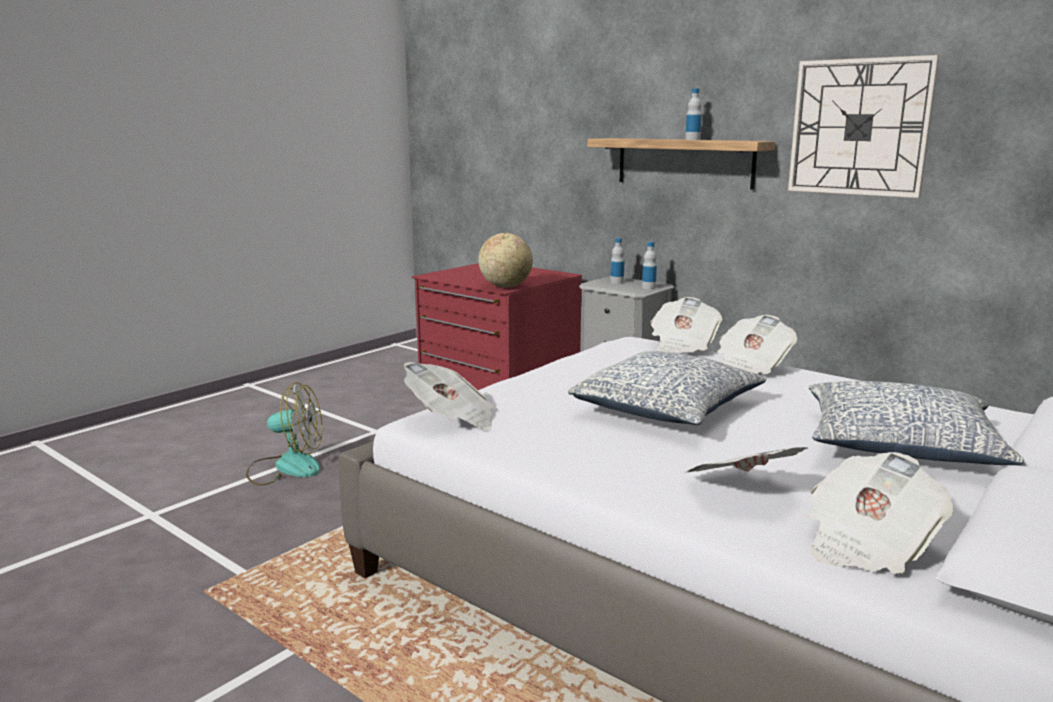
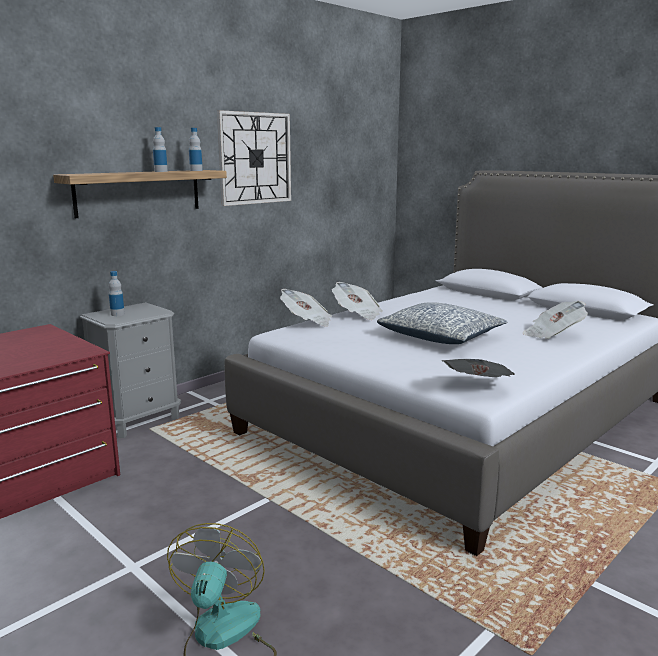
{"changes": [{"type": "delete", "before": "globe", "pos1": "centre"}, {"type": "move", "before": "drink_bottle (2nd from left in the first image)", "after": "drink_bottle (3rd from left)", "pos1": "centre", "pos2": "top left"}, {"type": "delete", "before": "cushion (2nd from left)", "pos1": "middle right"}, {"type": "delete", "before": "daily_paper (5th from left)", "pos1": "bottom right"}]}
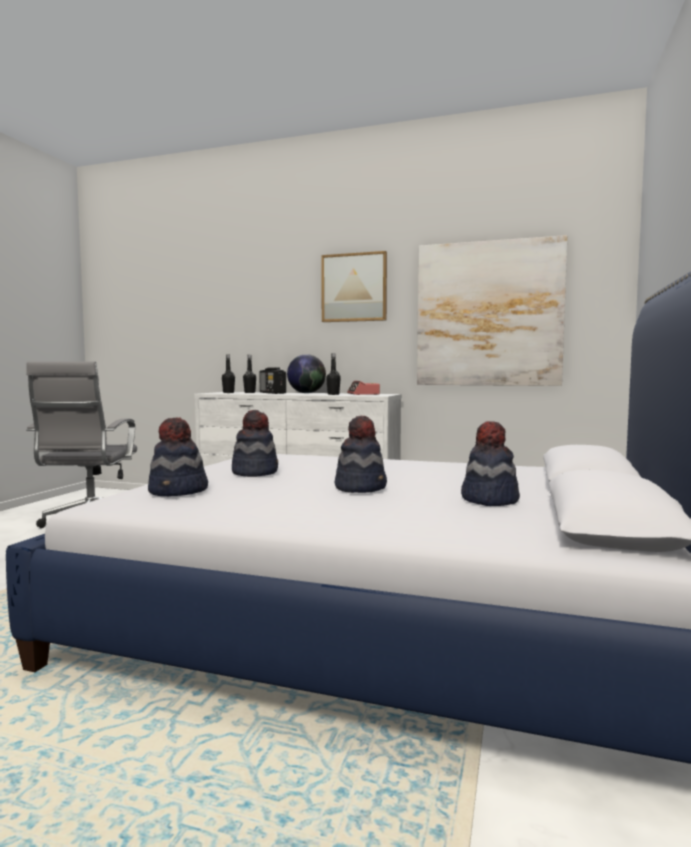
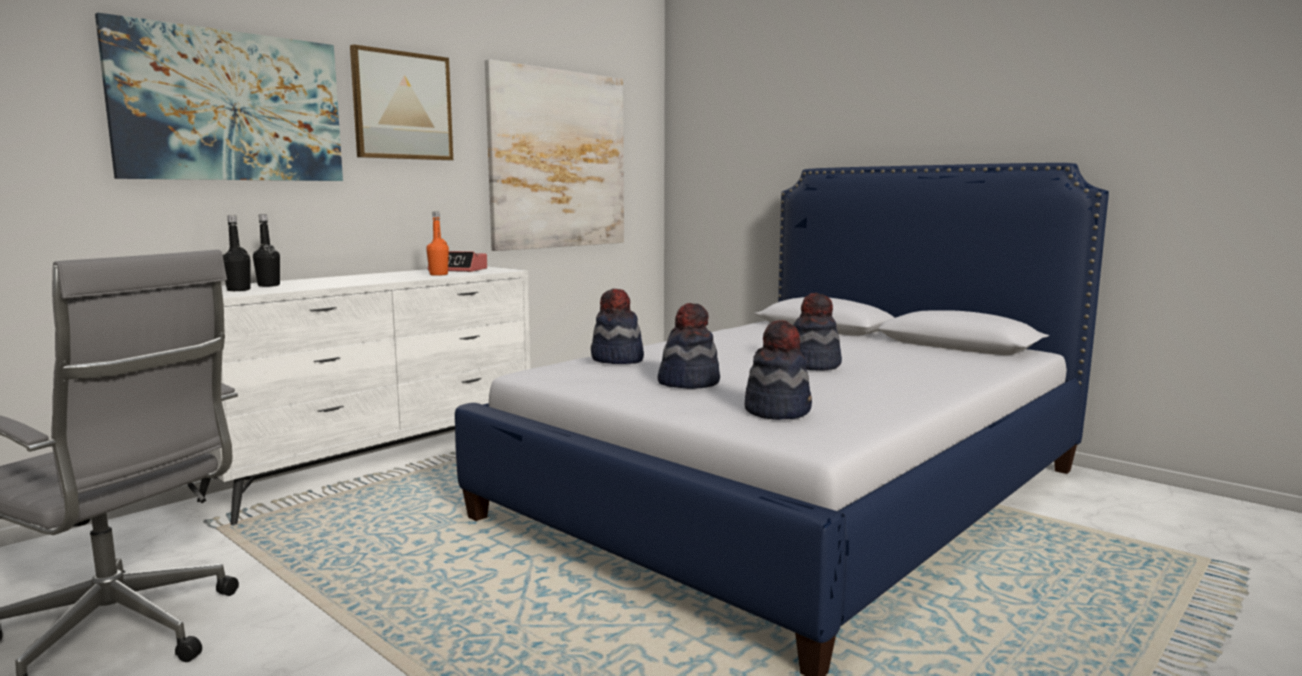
{"changes": [{"type": "recolor", "before": "black-coloured_drink_bottle (3rd from left)", "after": "orange_drink_bottle", "pos1": "centre", "pos2": "centre"}, {"type": "delete", "before": "globe", "pos1": "centre"}, {"type": "delete", "before": "radio_set", "pos1": "centre"}, {"type": "move", "before": "clothing_hat (4th from left in the first image)", "after": "clothing_hat (1st from left)", "pos1": "middle right", "pos2": "centre"}, {"type": "insert", "after": "picture (1st from left)", "pos2": "top left"}]}
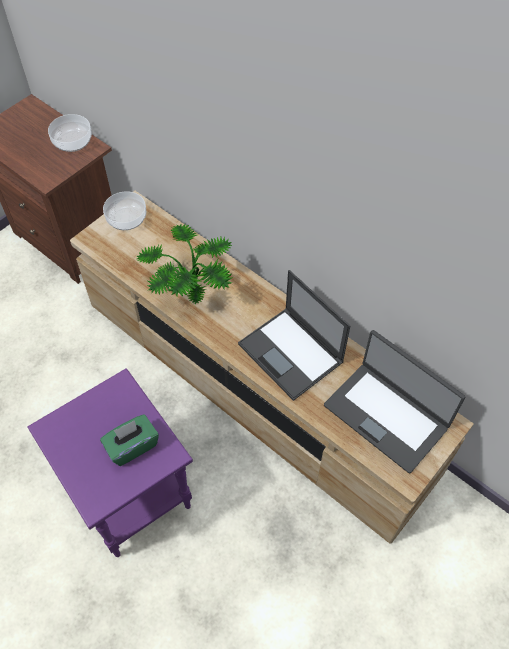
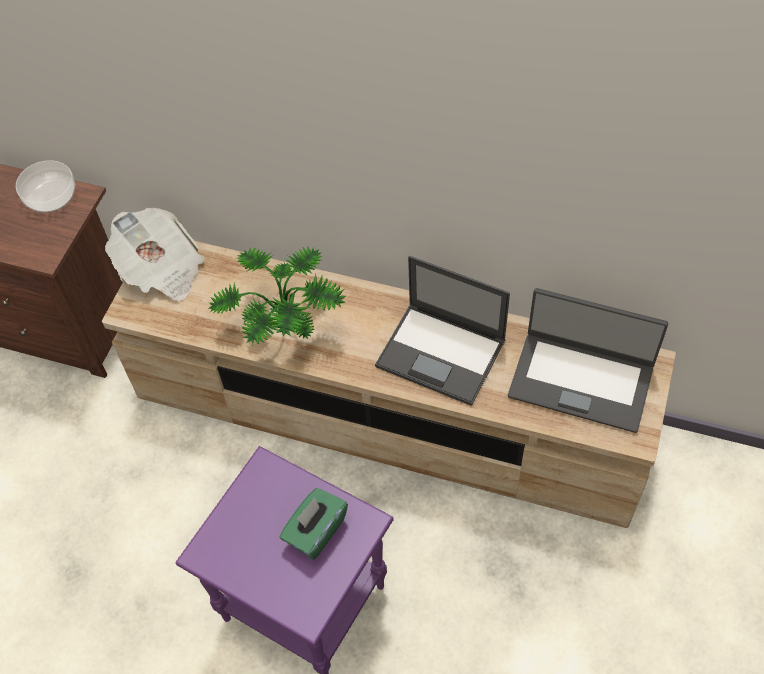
{"changes": [{"type": "replace", "before": "serving_bowl (2nd from left)", "after": "daily_paper", "pos1": "top left", "pos2": "middle left"}]}
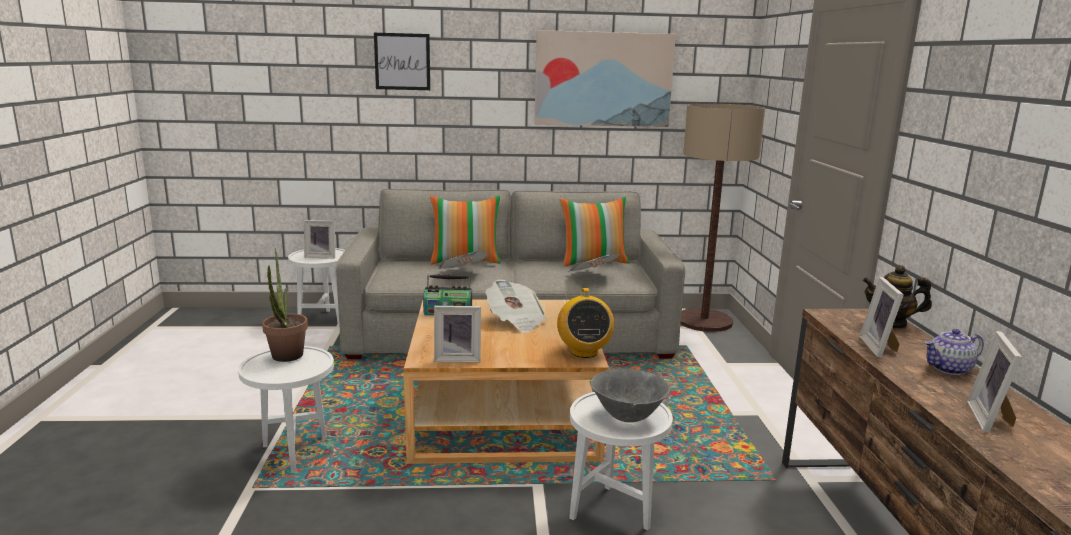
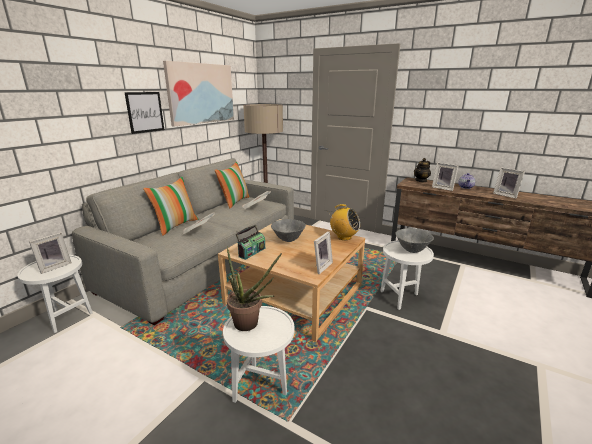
{"changes": [{"type": "move", "before": "picture (1st from left)", "pos1": "top centre", "pos2": "top left"}, {"type": "replace", "before": "daily_paper (2nd from left)", "after": "grey_serving_bowl (1st from left)", "pos1": "centre", "pos2": "centre"}]}
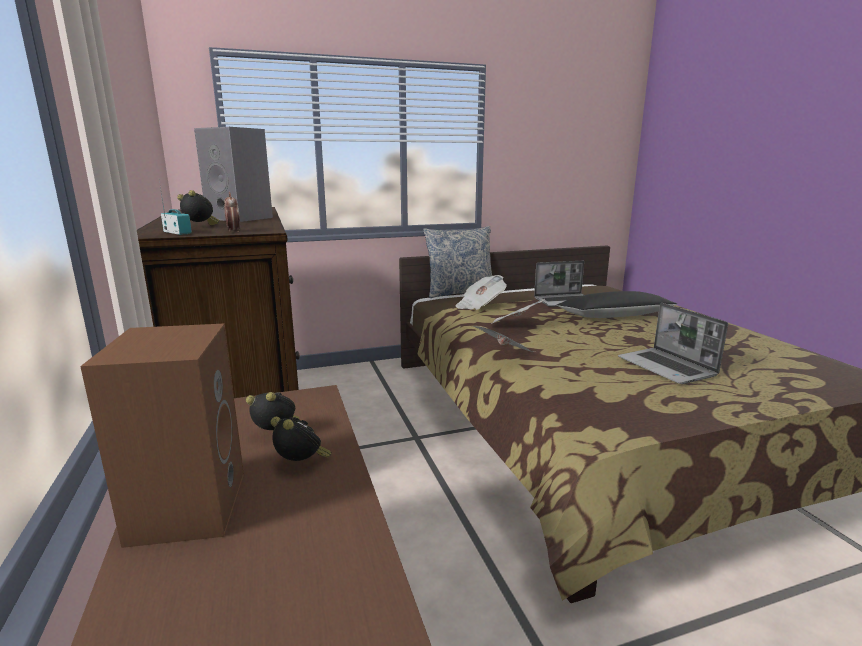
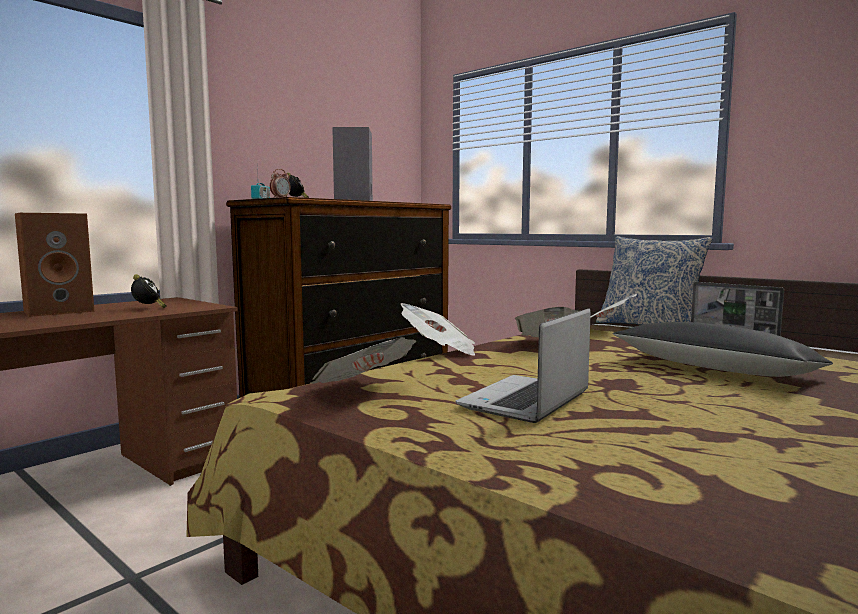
{"changes": [{"type": "delete", "before": "table_clock (4th from left)", "pos1": "bottom centre"}, {"type": "insert", "after": "daily_paper (1st from left)", "pos2": "centre"}]}
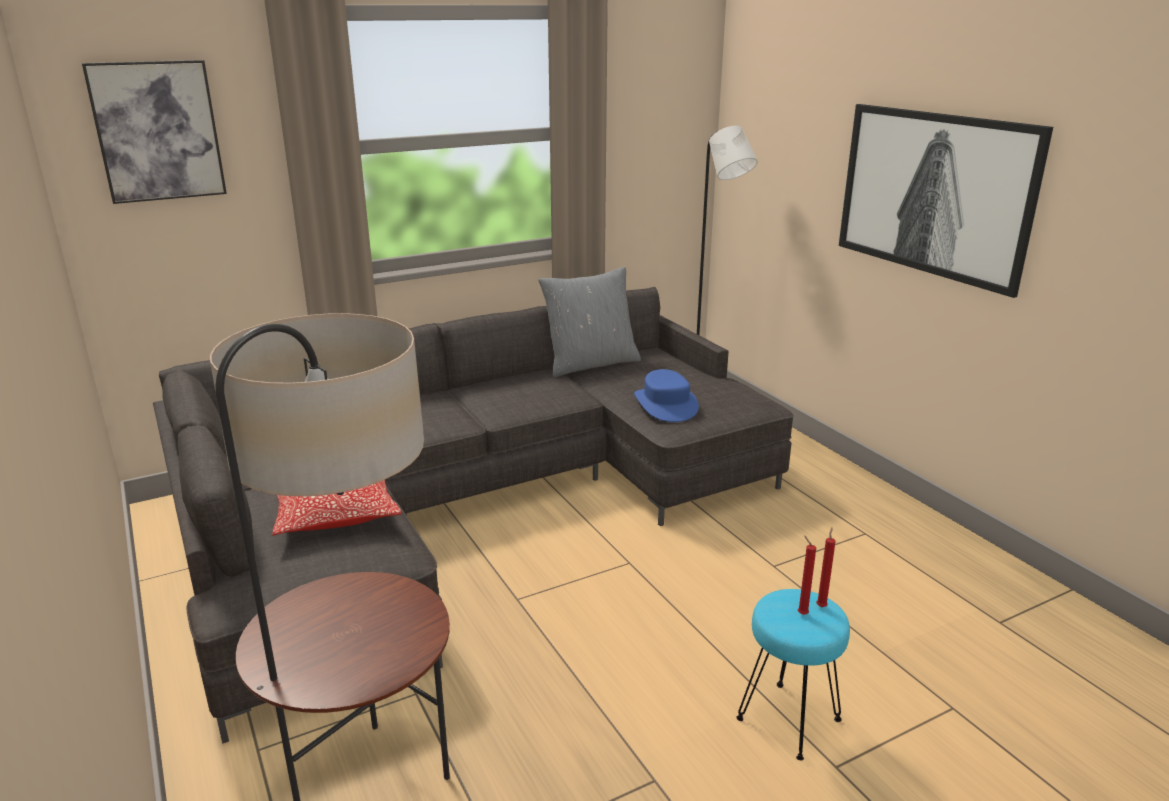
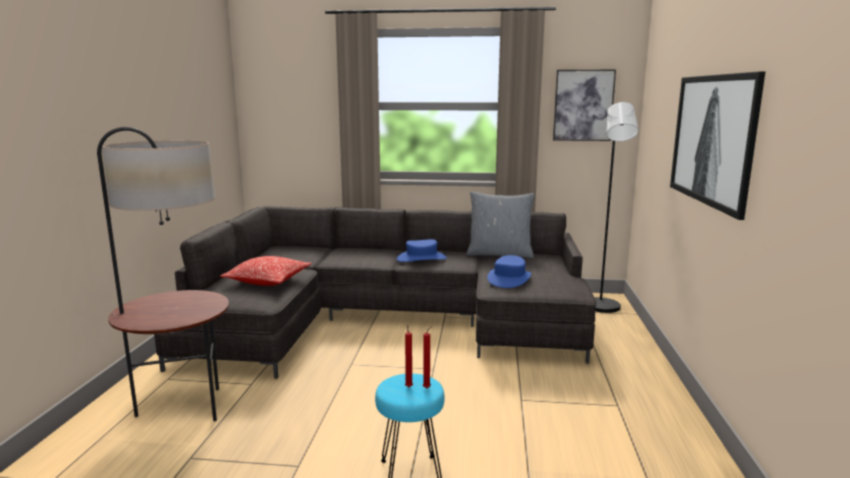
{"changes": [{"type": "move", "before": "picture (1st from left)", "pos1": "top left", "pos2": "top right"}, {"type": "insert", "after": "bluish_clothing_hat (1st from left)", "pos2": "centre"}]}
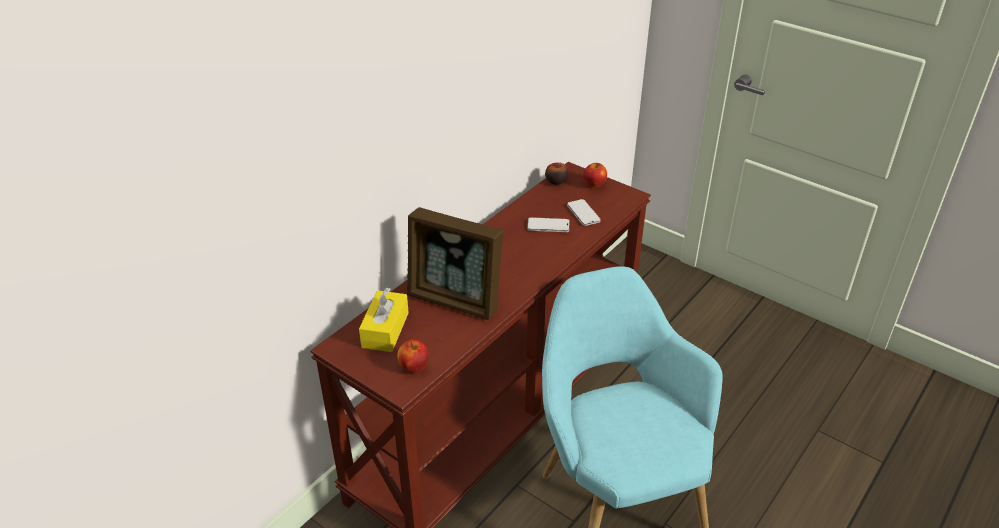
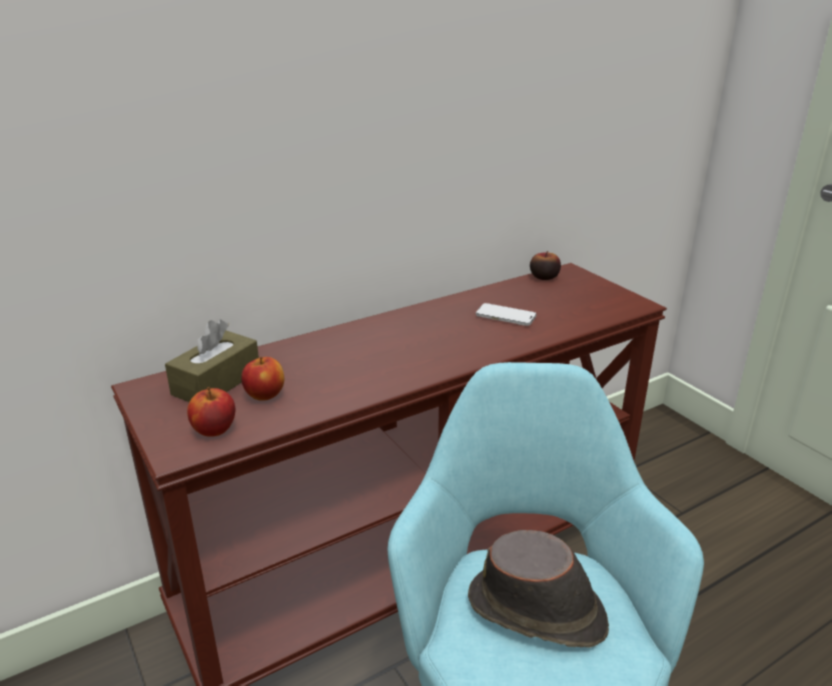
{"changes": [{"type": "move", "before": "apple (3rd from left in the first image)", "after": "apple (2nd from left)", "pos1": "top centre", "pos2": "middle left"}, {"type": "delete", "before": "telephone (2nd from left)", "pos1": "centre"}, {"type": "delete", "before": "photo_frame", "pos1": "centre"}, {"type": "recolor", "before": "yellowish_tissue_holder", "after": "brownish_tissue_holder", "pos1": "centre", "pos2": "middle left"}, {"type": "insert", "after": "brownish_clothing_hat", "pos2": "bottom centre"}]}
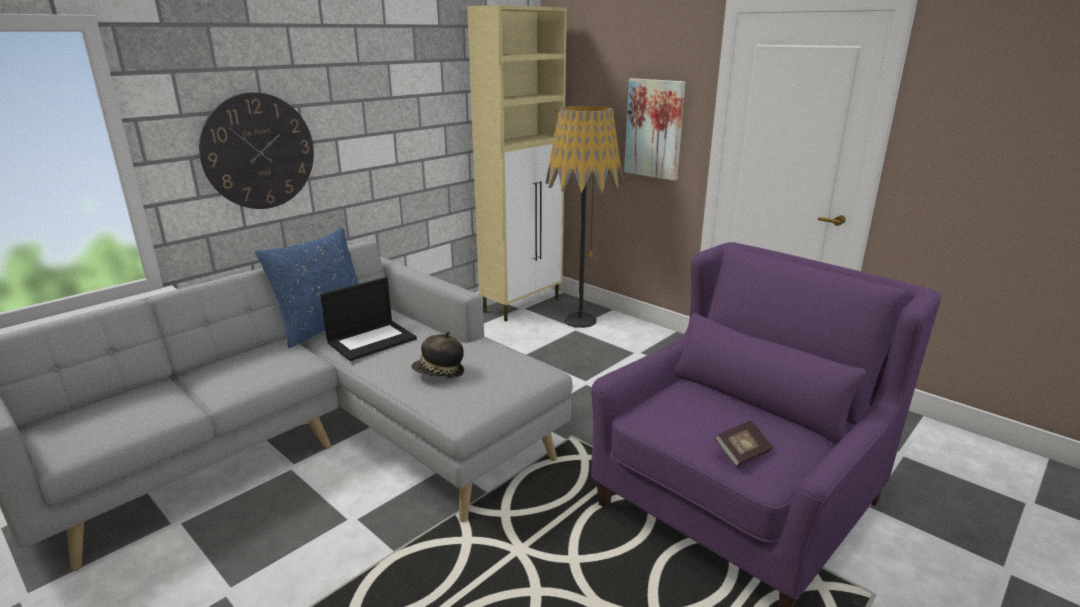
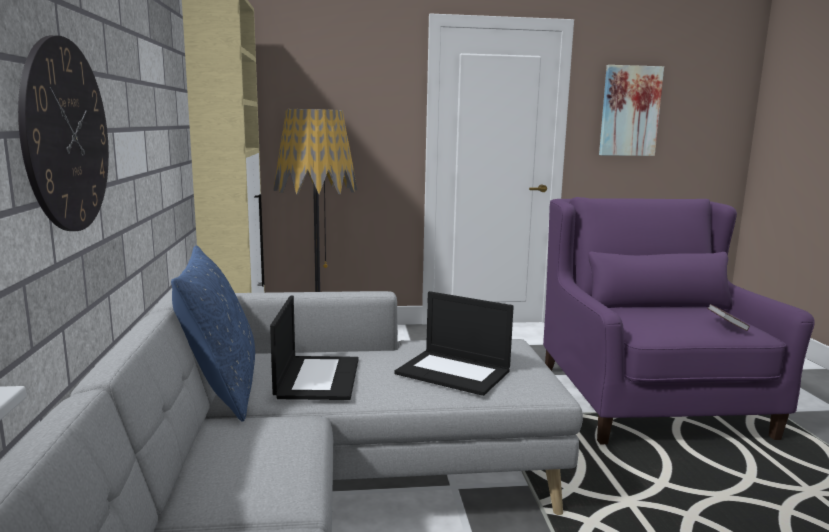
{"changes": [{"type": "move", "before": "picture", "pos1": "top centre", "pos2": "top right"}, {"type": "replace", "before": "clothing_hat", "after": "notebook_computer (2nd from left)", "pos1": "centre", "pos2": "centre"}]}
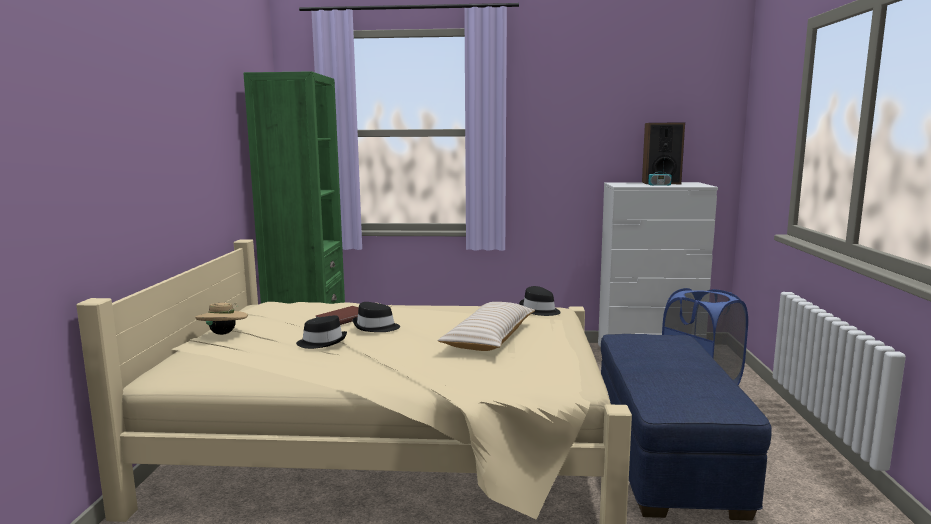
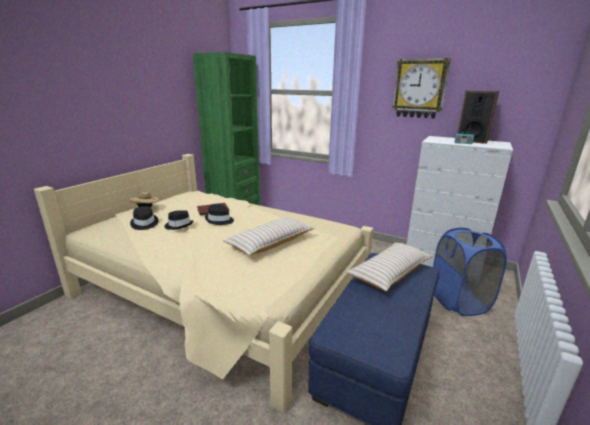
{"changes": [{"type": "move", "before": "black-coloured_clothing_hat (3rd from left in the first image)", "after": "black-coloured_clothing_hat (1st from left)", "pos1": "centre", "pos2": "middle left"}, {"type": "insert", "after": "wall_clock", "pos2": "top right"}, {"type": "insert", "after": "sand-coloured_cushion (2nd from left)", "pos2": "centre"}]}
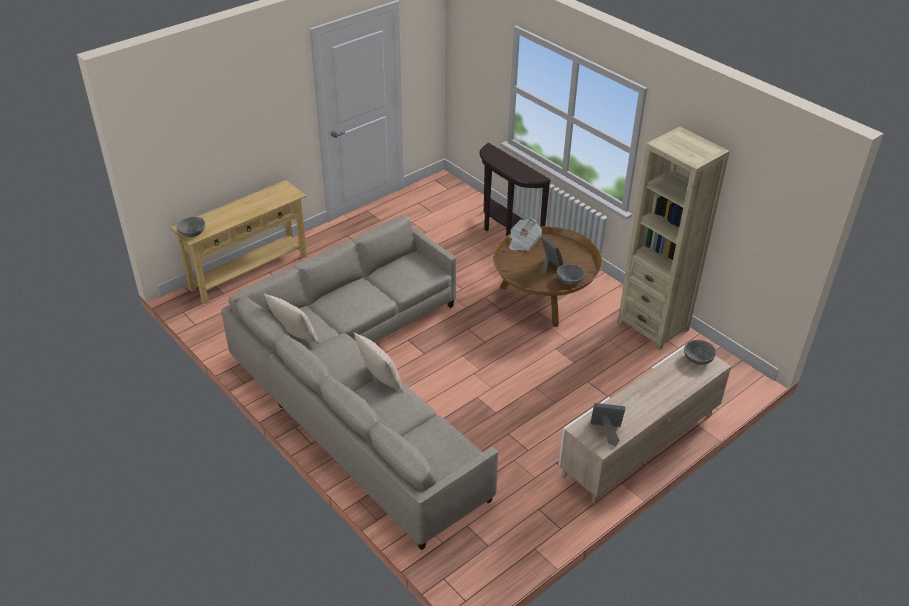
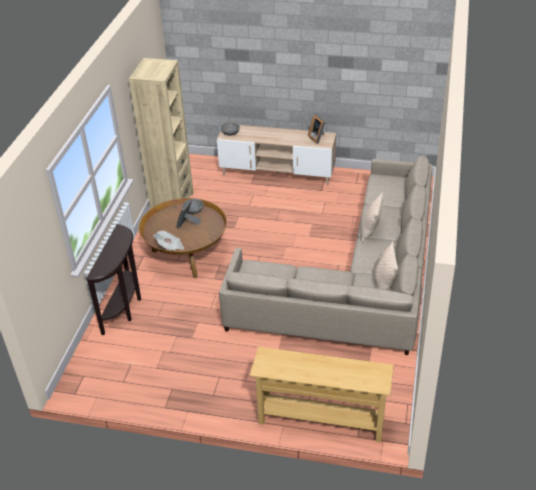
{"changes": [{"type": "delete", "before": "grey_serving_bowl (1st from left)", "pos1": "middle left"}]}
